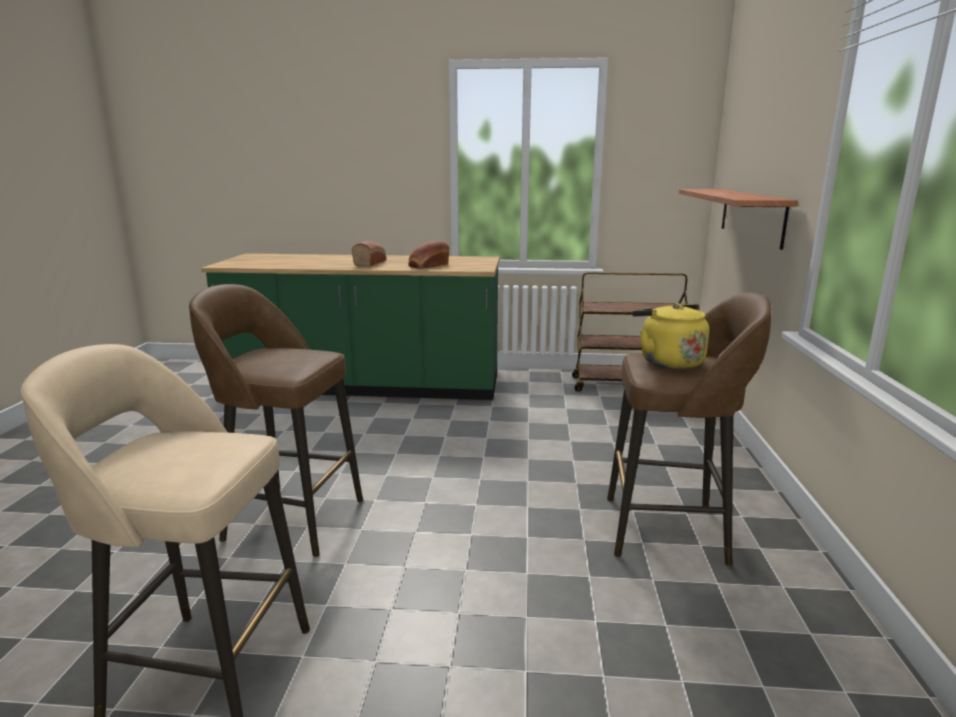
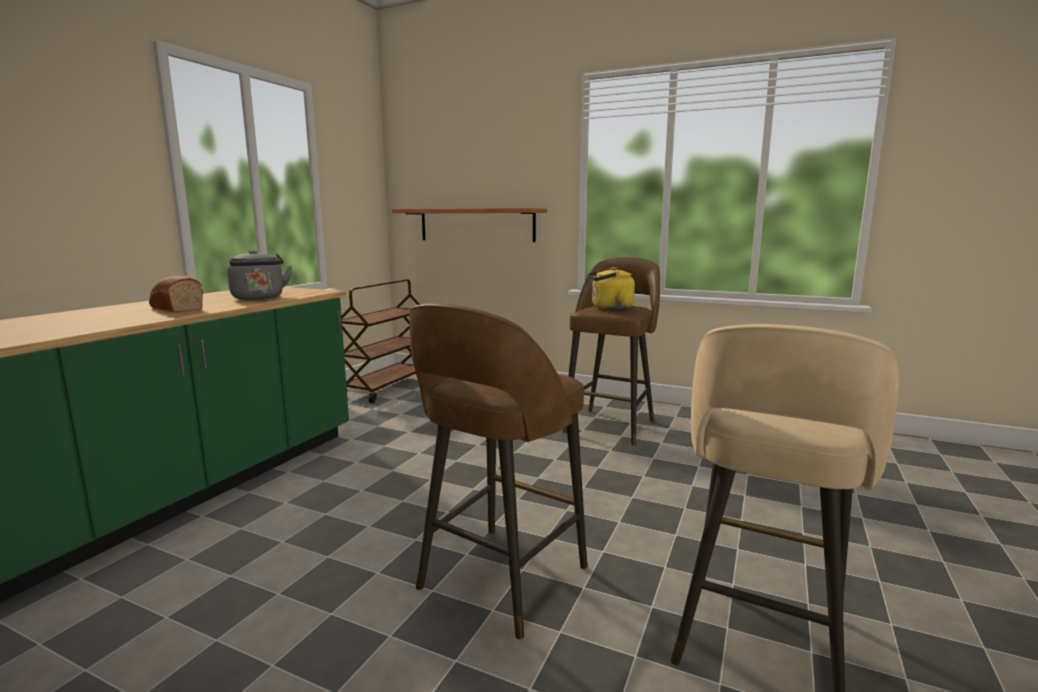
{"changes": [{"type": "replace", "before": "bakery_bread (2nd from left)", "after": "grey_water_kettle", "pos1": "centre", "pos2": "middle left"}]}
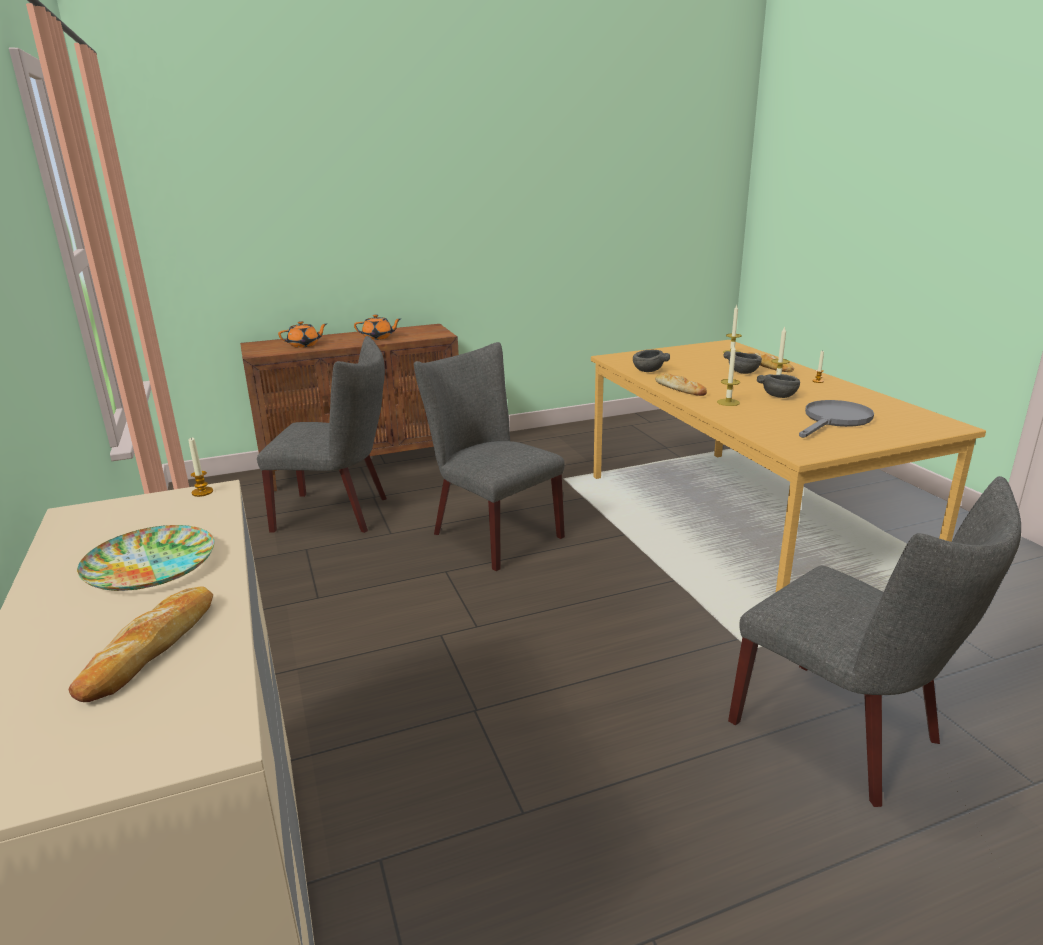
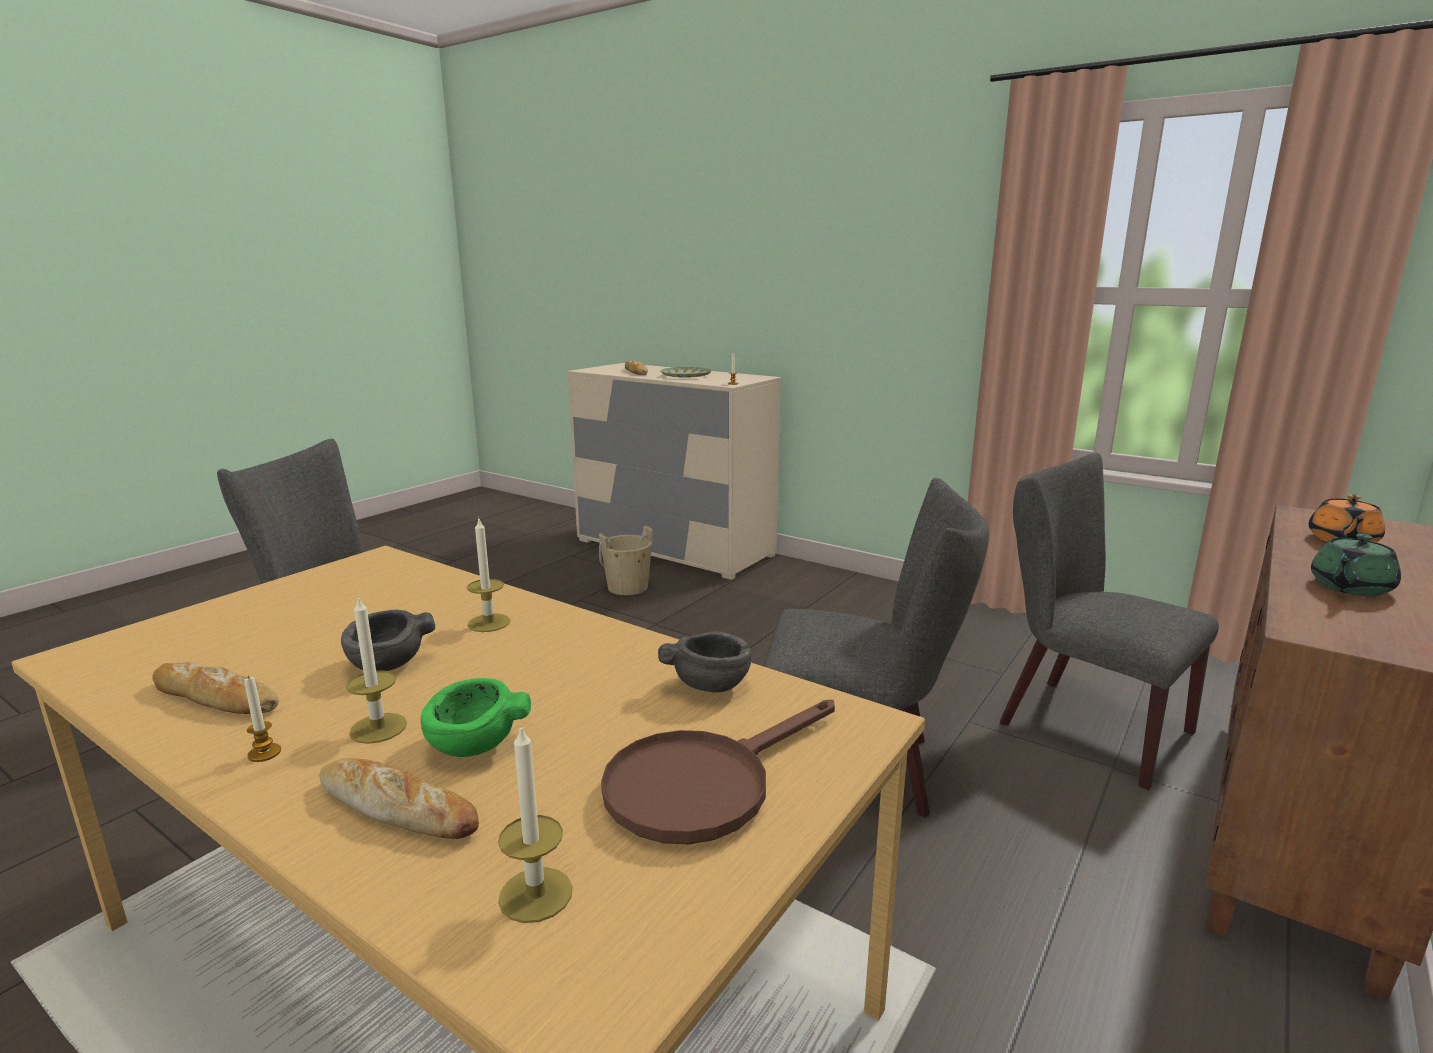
{"changes": [{"type": "recolor", "before": "orange_teapot (2nd from left)", "after": "green_teapot", "pos1": "centre", "pos2": "middle right"}, {"type": "rotate", "before": "grey_chair (1st from left in the first image)", "pos1": "middle left", "pos2": "middle right", "turn": 75}, {"type": "recolor", "before": "grey_serving_bowl (2nd from left)", "after": "green_serving_bowl", "pos1": "middle right", "pos2": "bottom left"}, {"type": "move", "before": "bakery_bread (2nd from left in the first image)", "after": "bakery_bread (1st from left)", "pos1": "centre", "pos2": "middle left"}, {"type": "delete", "before": "grey_pan", "pos1": "middle right"}, {"type": "insert", "after": "sand-coloured_bucket", "pos2": "centre"}, {"type": "insert", "after": "brownish_pan", "pos2": "bottom centre"}]}
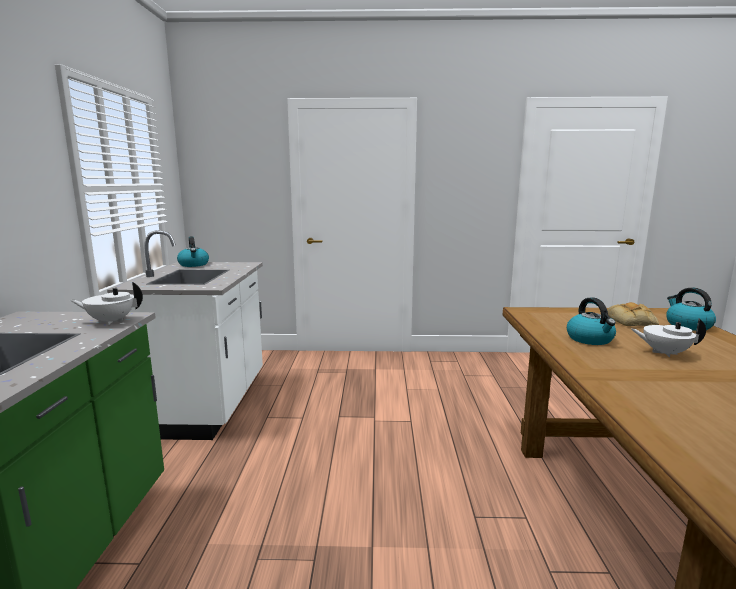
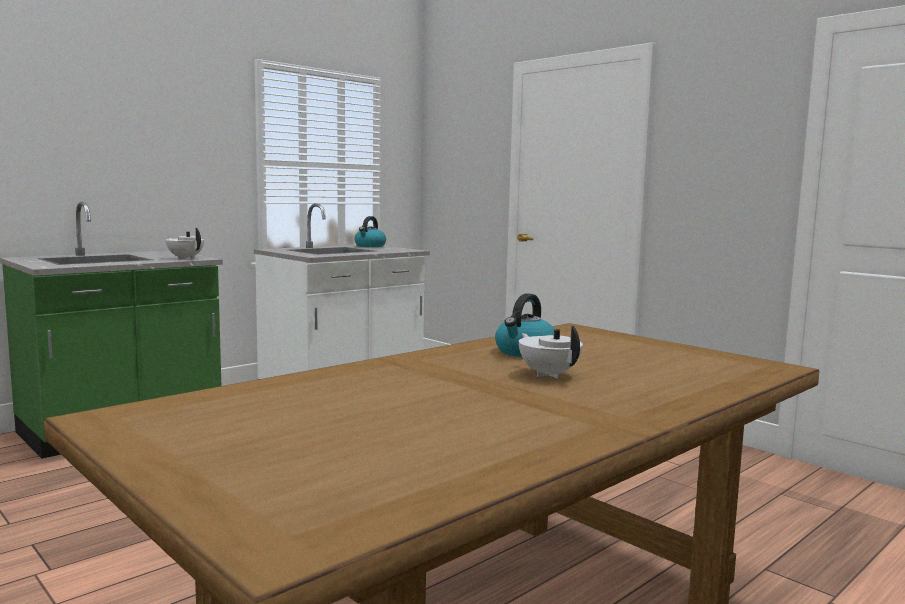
{"changes": [{"type": "delete", "before": "water_kettle (3rd from left)", "pos1": "middle right"}, {"type": "delete", "before": "bakery_bread", "pos1": "middle right"}]}
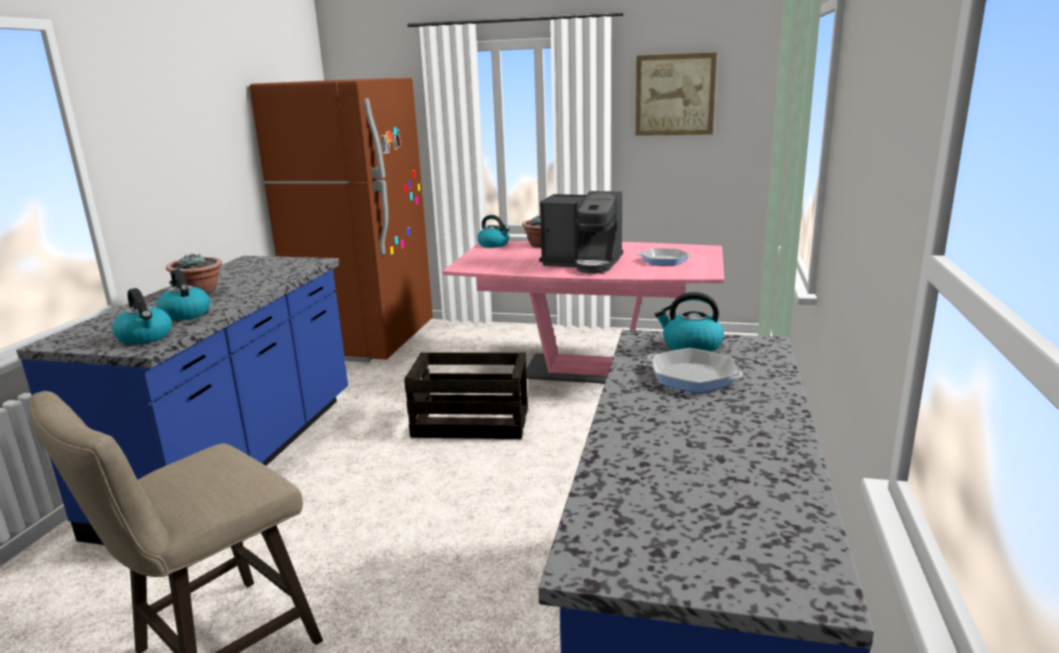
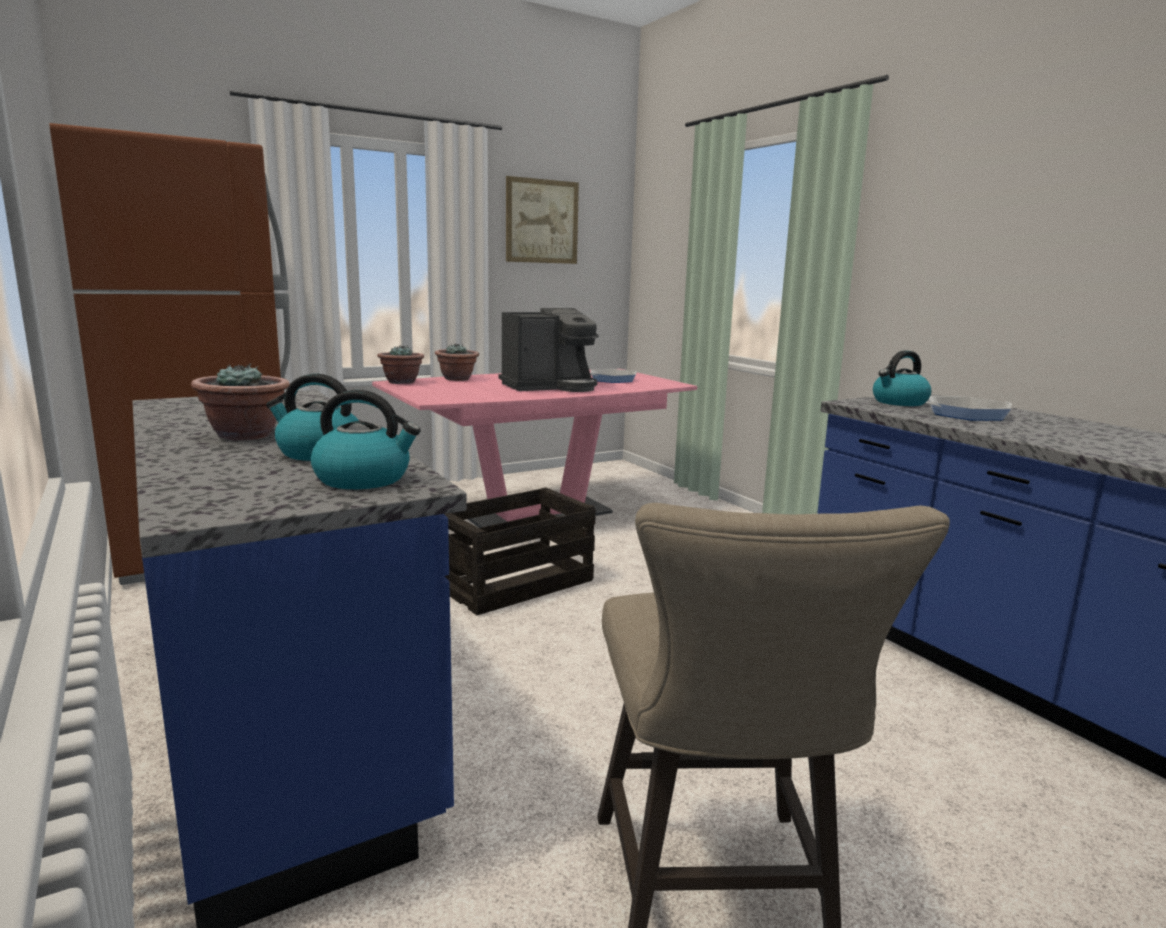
{"changes": [{"type": "replace", "before": "water_kettle (3rd from left)", "after": "plant_in_a_pot (2nd from left)", "pos1": "centre", "pos2": "centre"}]}
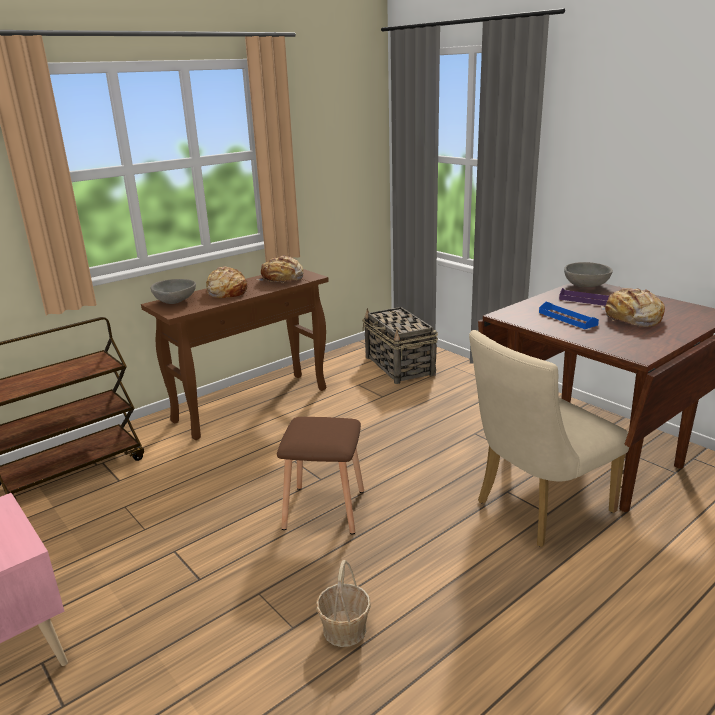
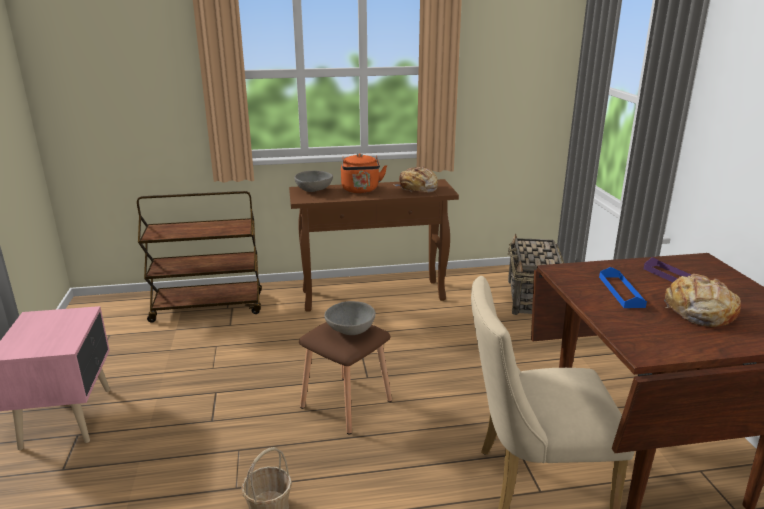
{"changes": [{"type": "move", "before": "grey_serving_bowl (2nd from left)", "pos1": "middle right", "pos2": "centre"}, {"type": "replace", "before": "bakery_bread (1st from left)", "after": "orange_water_kettle", "pos1": "middle left", "pos2": "centre"}]}
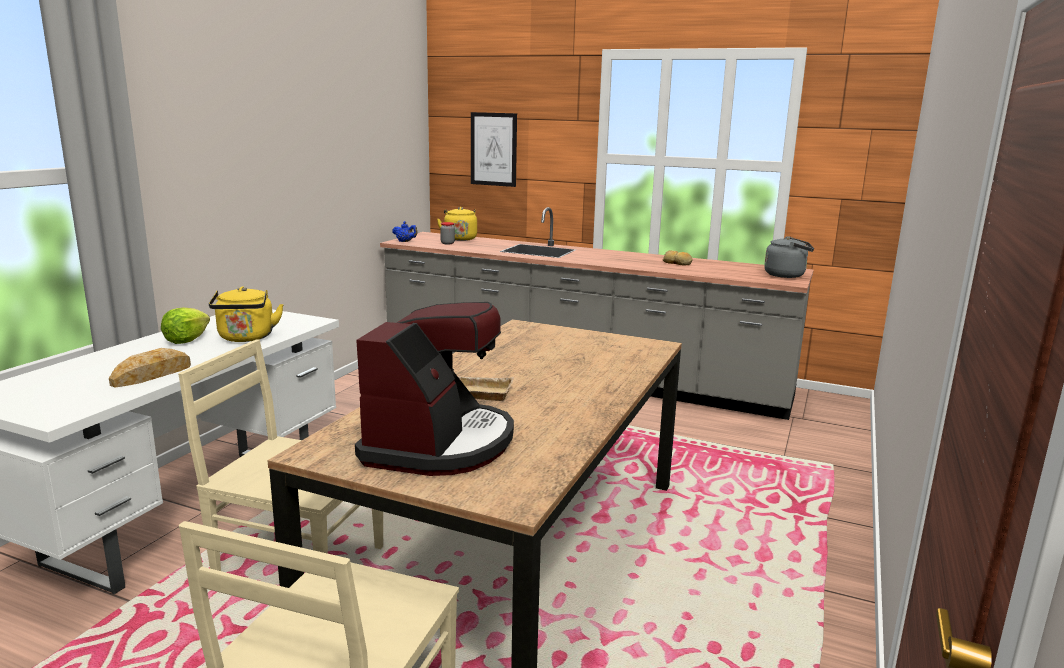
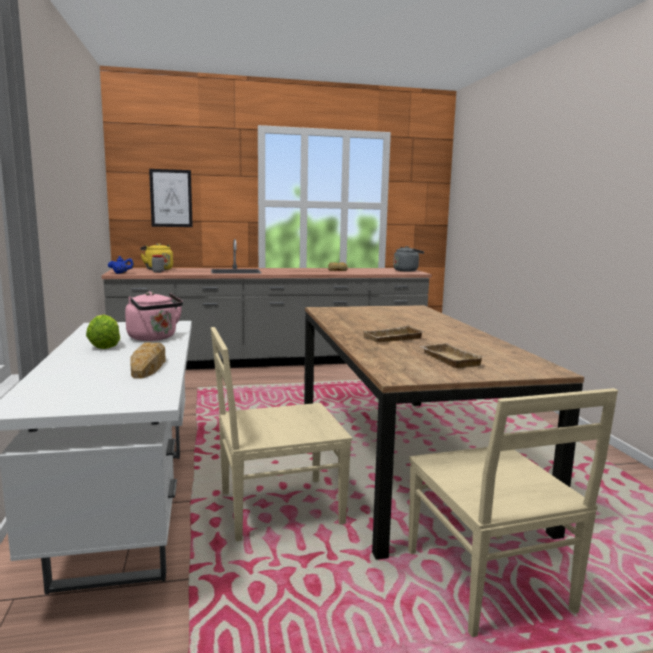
{"changes": [{"type": "recolor", "before": "yellowish_water_kettle (1st from left)", "after": "pinkish_water_kettle", "pos1": "middle left", "pos2": "middle left"}, {"type": "replace", "before": "coffee_maker", "after": "sand-coloured_tray (2nd from left)", "pos1": "centre", "pos2": "middle right"}]}
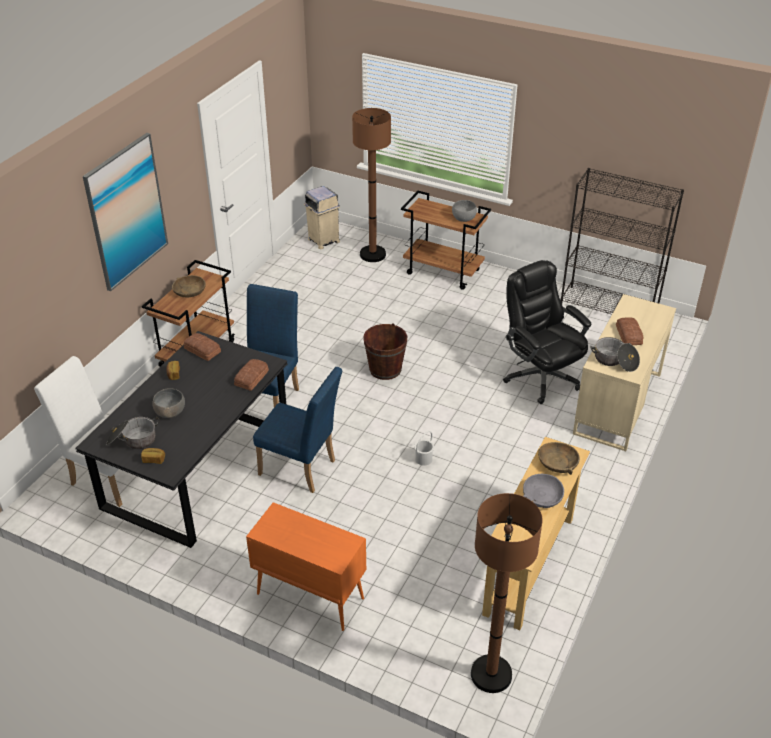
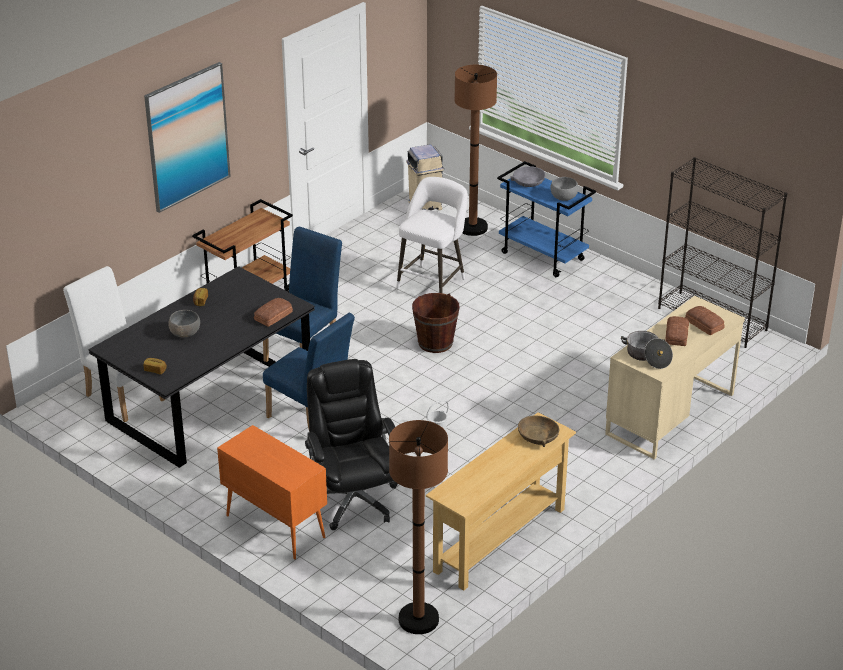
{"changes": [{"type": "recolor", "before": "brownish_wheeled_cart (2nd from left)", "after": "bluish_wheeled_cart", "pos1": "top centre", "pos2": "top centre"}, {"type": "move", "before": "black-coloured_desk_chair", "pos1": "middle right", "pos2": "centre"}, {"type": "delete", "before": "brownish_serving_bowl (1st from left)", "pos1": "middle left"}, {"type": "move", "before": "bakery_bread (3rd from left in the first image)", "after": "bakery_bread (5th from left)", "pos1": "middle left", "pos2": "middle right"}, {"type": "delete", "before": "stockpot (1st from left)", "pos1": "middle left"}, {"type": "move", "before": "grey_serving_bowl (3rd from left in the first image)", "after": "grey_serving_bowl (2nd from left)", "pos1": "middle right", "pos2": "top centre"}, {"type": "insert", "after": "white_stool_seat", "pos2": "centre"}]}
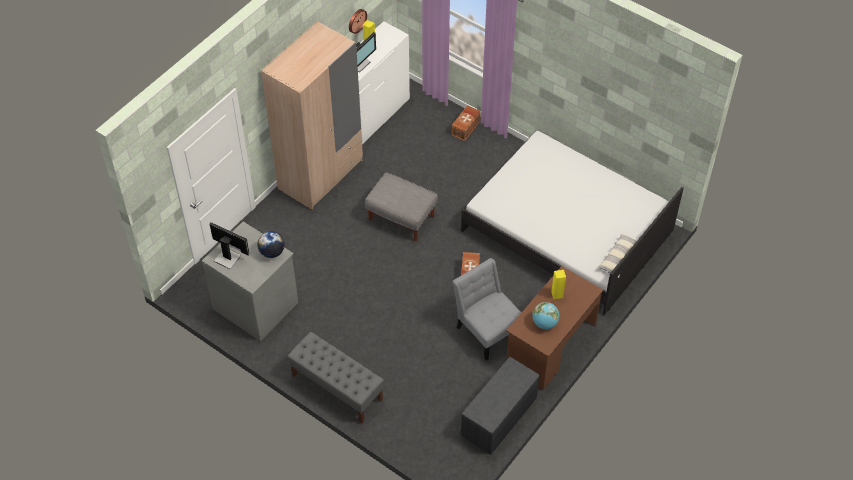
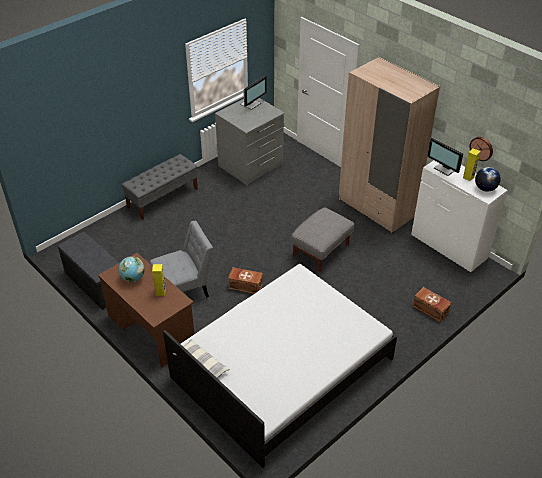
{"changes": [{"type": "move", "before": "globe (1st from left in the first image)", "after": "globe (2nd from left)", "pos1": "middle left", "pos2": "middle right"}]}
